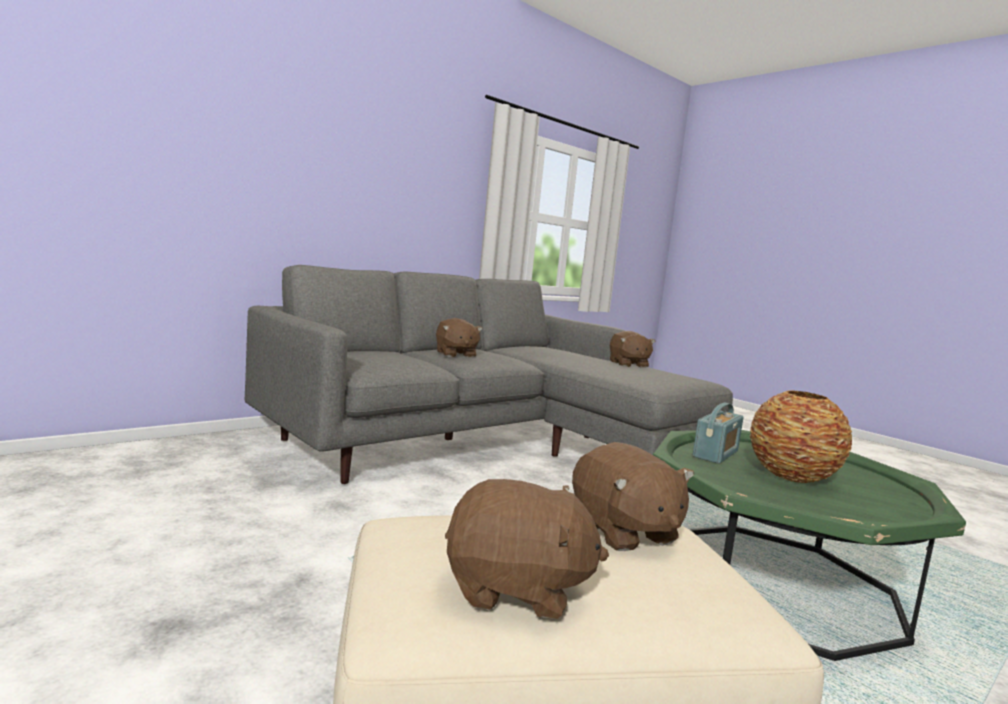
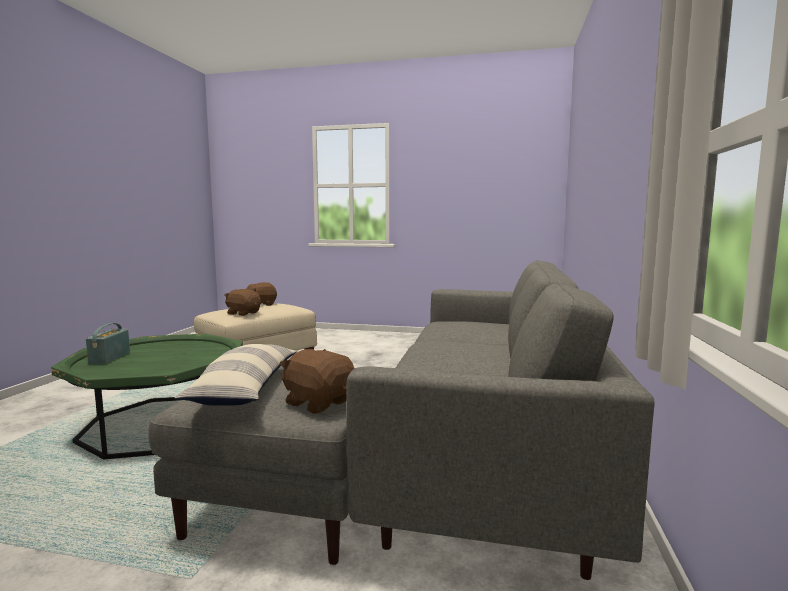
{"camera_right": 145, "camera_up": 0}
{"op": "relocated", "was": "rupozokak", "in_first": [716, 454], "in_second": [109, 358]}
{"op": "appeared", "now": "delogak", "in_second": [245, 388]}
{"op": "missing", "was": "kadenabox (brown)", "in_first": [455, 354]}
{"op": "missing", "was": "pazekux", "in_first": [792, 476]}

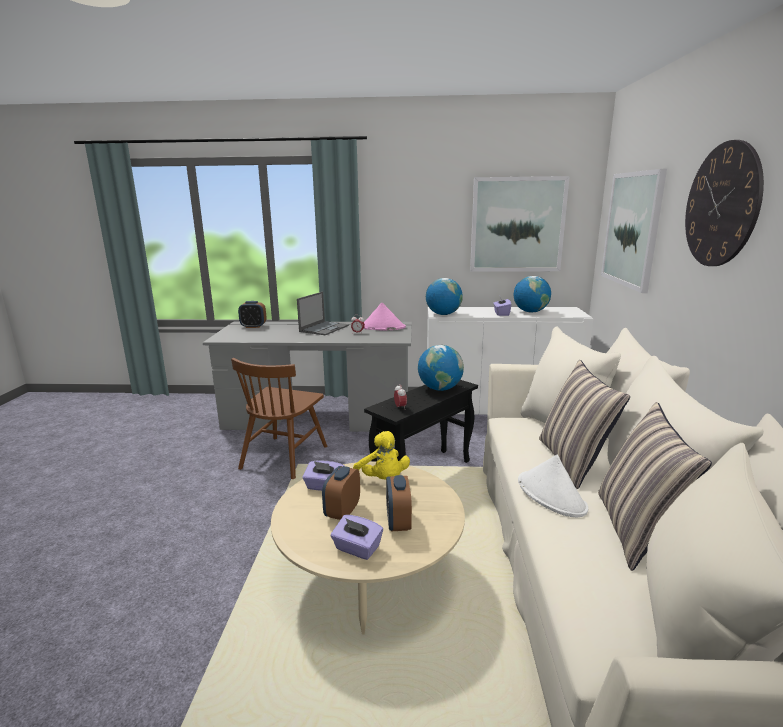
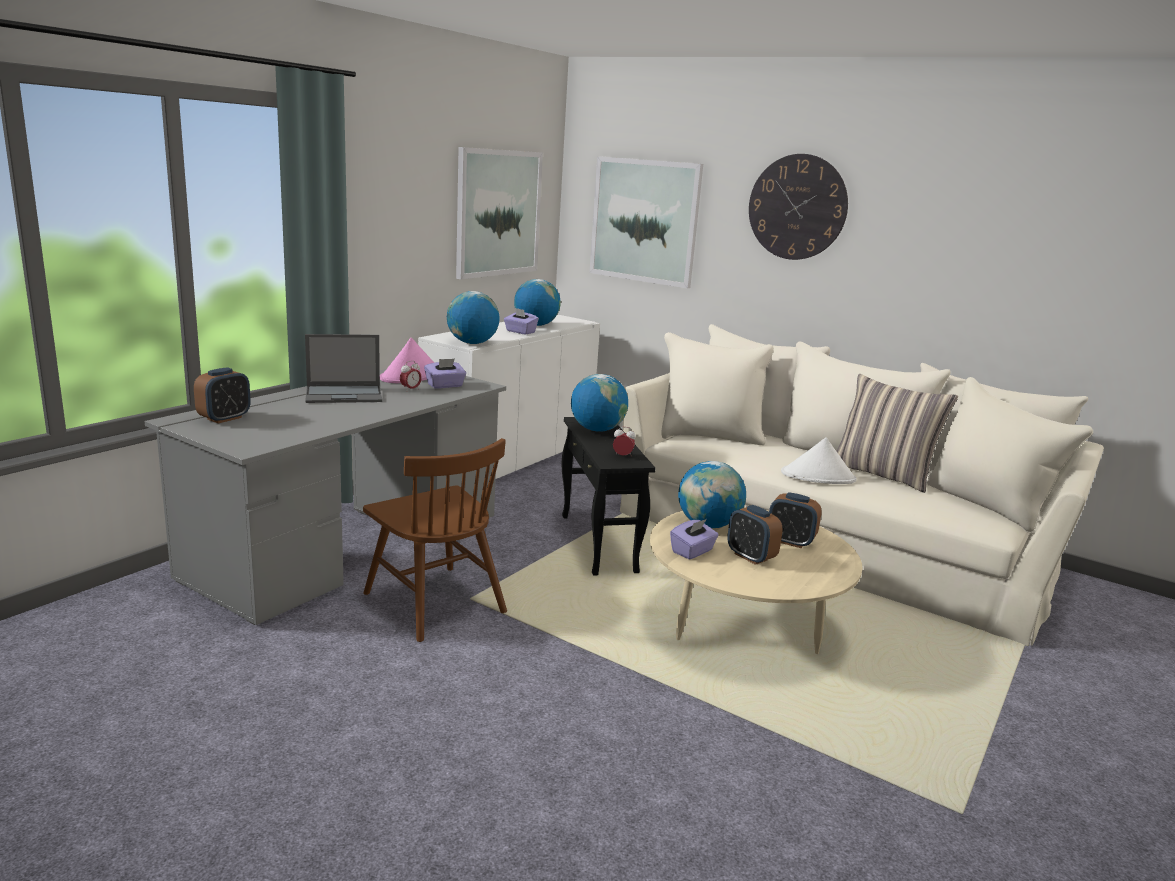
{"camera_right": -60, "camera_up": 0}
{"op": "spun", "was": "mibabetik", "in_first": [324, 328], "in_second": [345, 394], "clockwise": 105}
{"op": "relocated", "was": "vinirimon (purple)", "in_first": [357, 548], "in_second": [445, 385]}
{"op": "exchanged", "was": "kadenabox (yellow)", "now": "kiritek", "in_first": [383, 479], "in_second": [708, 525]}
{"op": "missing", "was": "delogak", "in_first": [573, 461]}

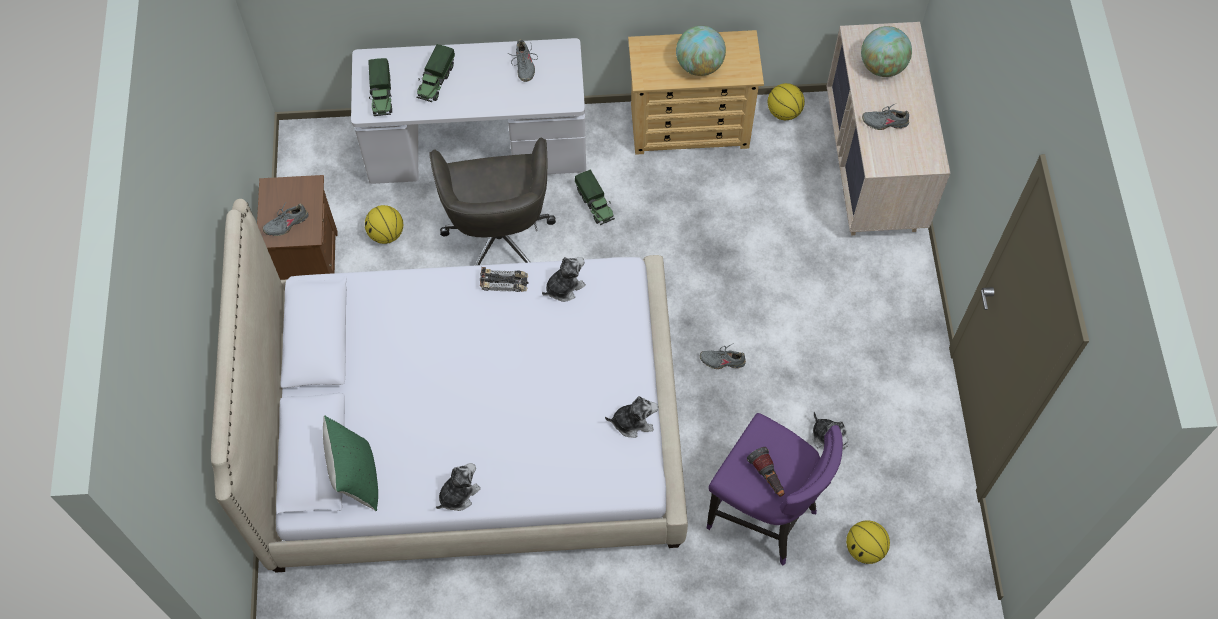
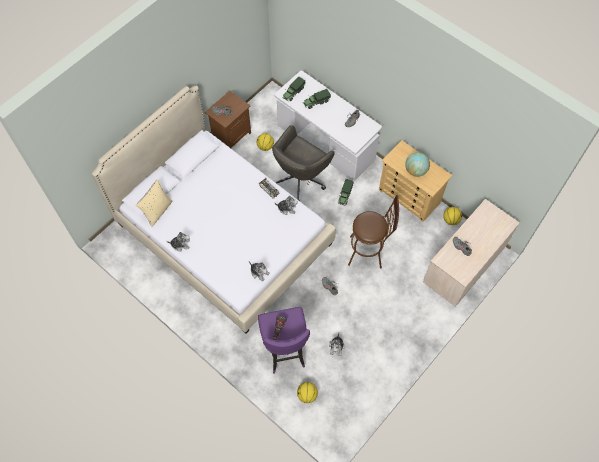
{"camera_right": 45, "camera_up": 0}
{"op": "colour", "was": "delogak (green)", "now": "delogak (beige)", "in_first": [356, 477], "in_second": [157, 211]}
{"op": "appeared", "now": "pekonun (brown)", "in_second": [369, 252]}
{"op": "missing", "was": "kiritek", "in_first": [882, 66]}

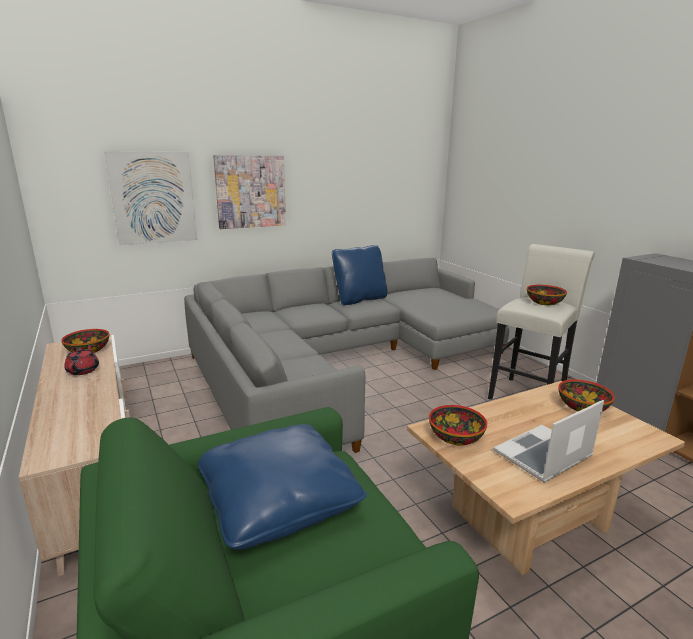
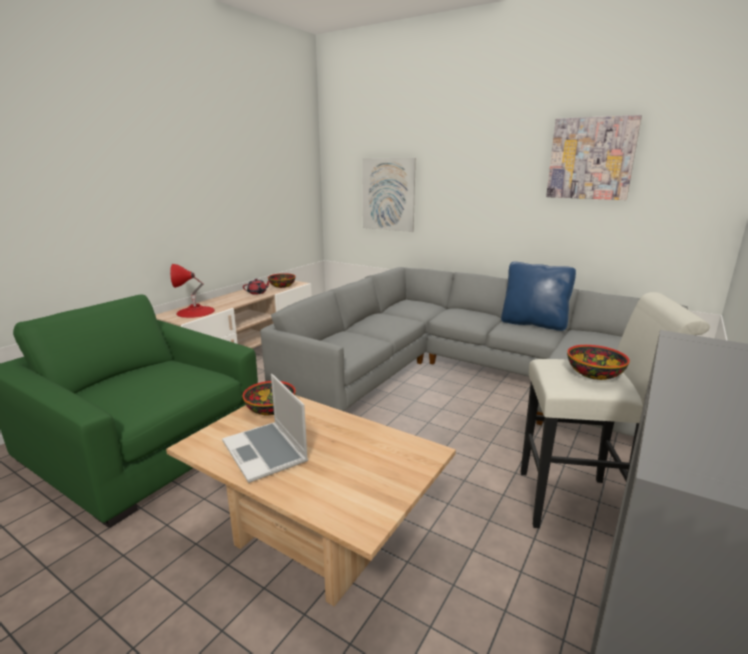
{"camera_right": 60, "camera_up": 0}
{"op": "appeared", "now": "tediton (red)", "in_second": [195, 312]}
{"op": "spun", "was": "mibabetik", "in_first": [543, 455], "in_second": [266, 452], "clockwise": -150}
{"op": "relocated", "was": "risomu", "in_first": [250, 191], "in_second": [591, 158]}
{"op": "missing", "was": "delogak (blue)", "in_first": [279, 501]}
{"op": "missing", "was": "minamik", "in_first": [582, 407]}

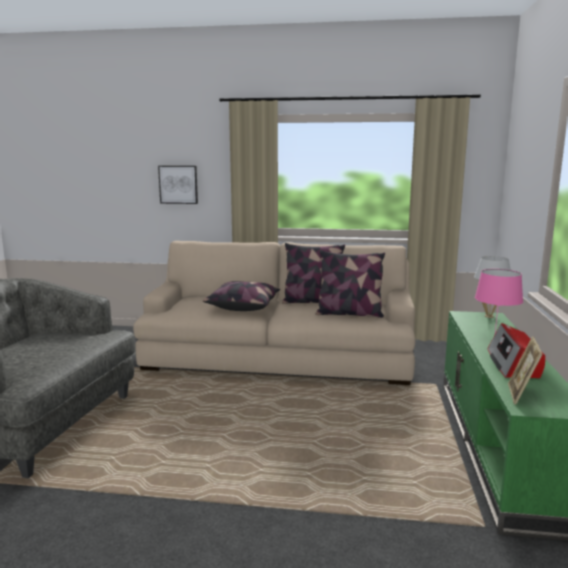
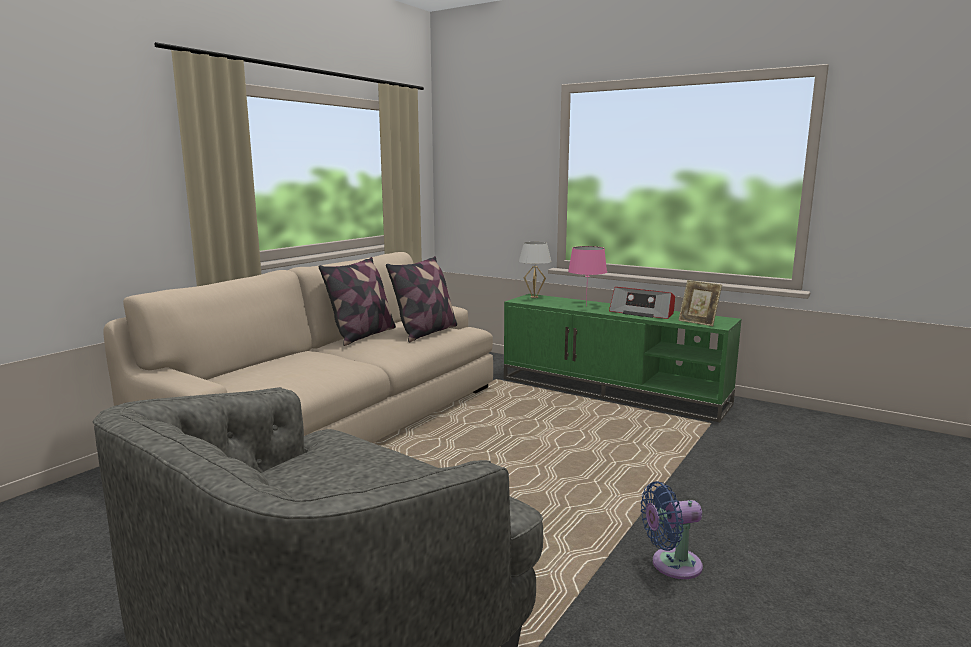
{"camera_right": -65, "camera_up": 0}
{"op": "appeared", "now": "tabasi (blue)", "in_second": [671, 565]}
{"op": "missing", "was": "risomu", "in_first": [178, 184]}
{"op": "missing", "was": "delogak", "in_first": [243, 306]}

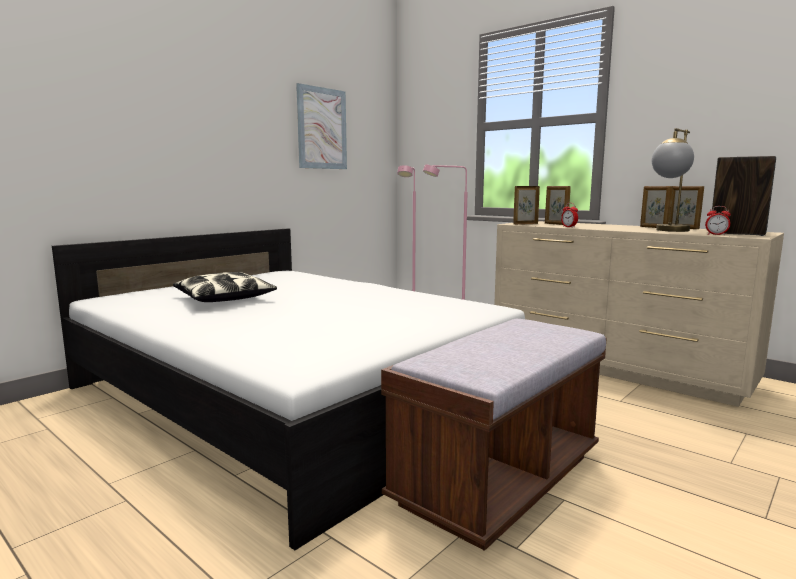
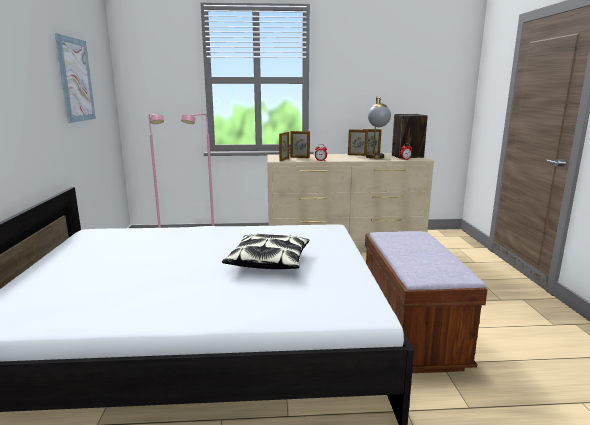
{"camera_right": -45, "camera_up": 5}
{"op": "relocated", "was": "delogak", "in_first": [224, 298], "in_second": [268, 261]}

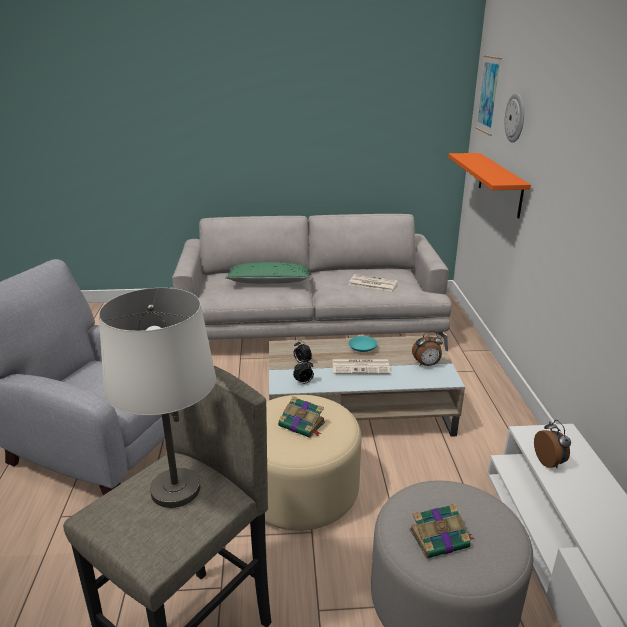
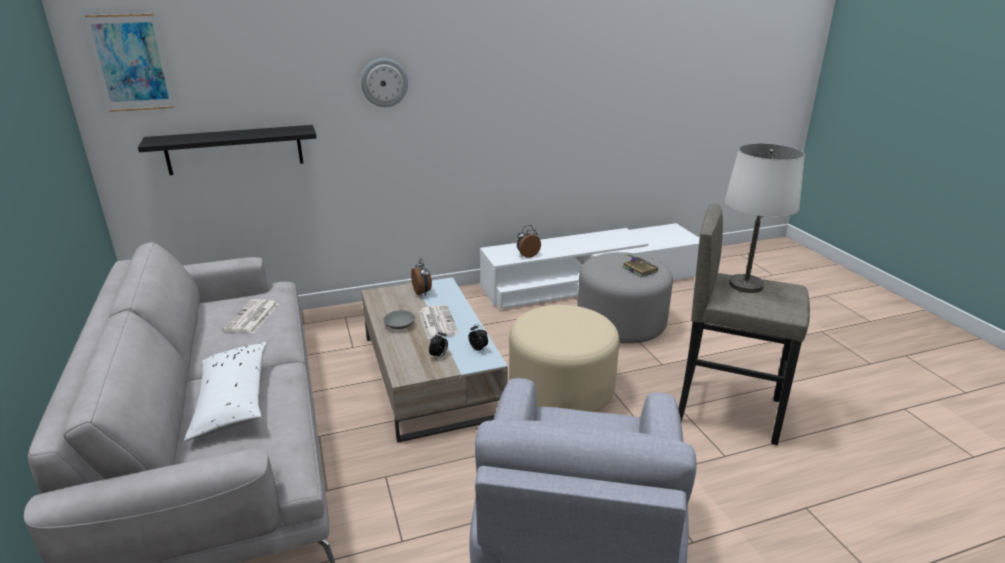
{"camera_right": -105, "camera_up": 0}
{"op": "colour", "was": "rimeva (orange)", "now": "rimeva (black)", "in_first": [500, 184], "in_second": [234, 149]}
{"op": "colour", "was": "delogak (green)", "now": "delogak (white)", "in_first": [268, 282], "in_second": [232, 400]}
{"op": "relocated", "was": "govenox", "in_first": [515, 118], "in_second": [384, 82]}
{"op": "colour", "was": "minamik (turquoise)", "now": "minamik (grey)", "in_first": [362, 349], "in_second": [399, 325]}
{"op": "missing", "was": "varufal", "in_first": [302, 425]}

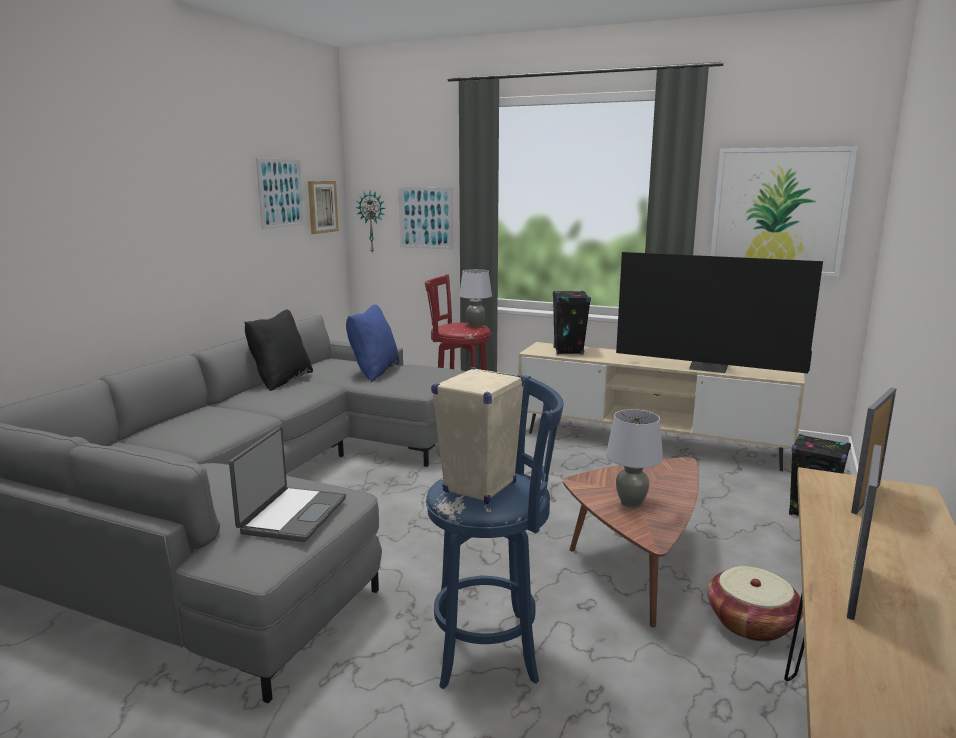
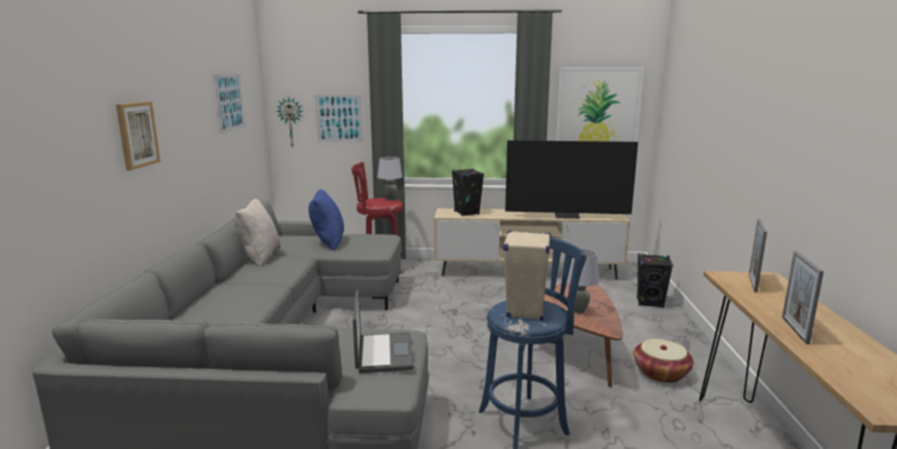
{"camera_right": -20, "camera_up": 0}
{"op": "relocated", "was": "risomu", "in_first": [322, 207], "in_second": [137, 134]}
{"op": "colour", "was": "delogak (black)", "now": "delogak (beige)", "in_first": [281, 380], "in_second": [259, 257]}

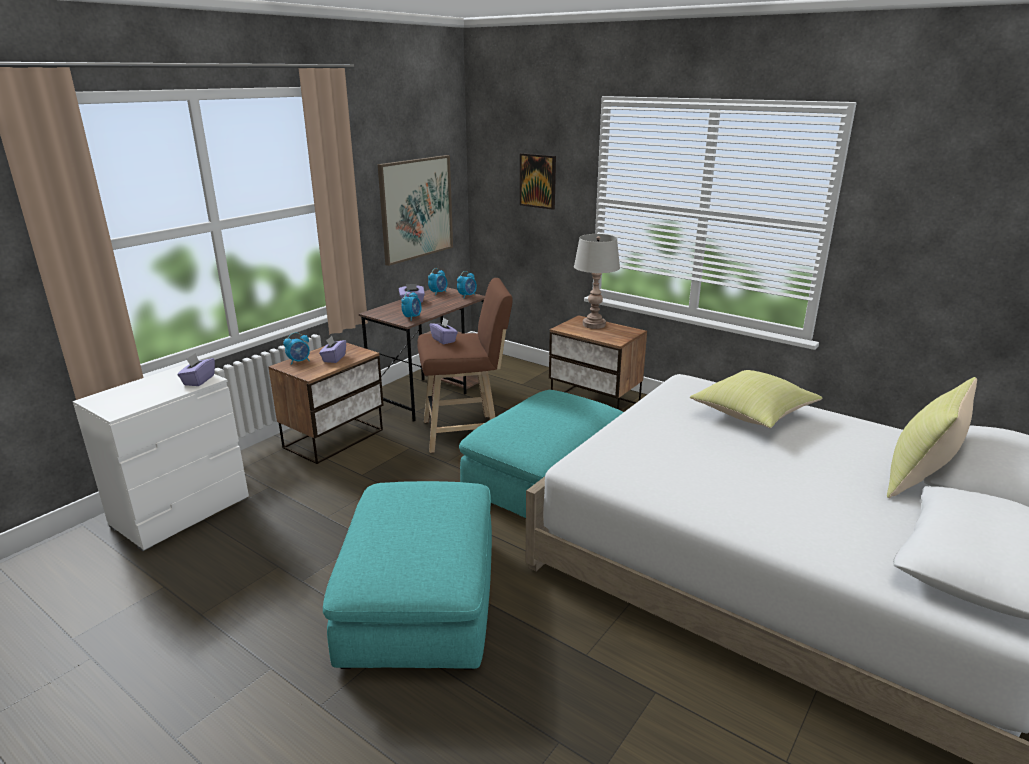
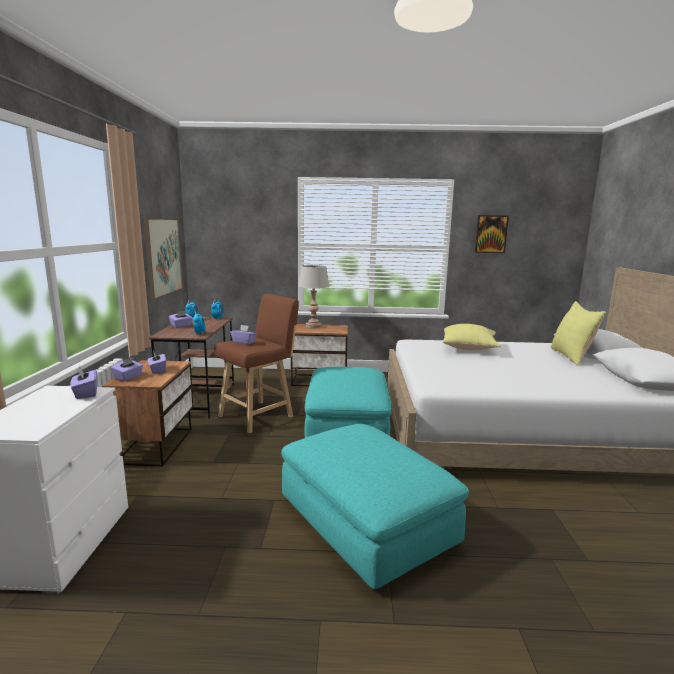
{"camera_right": -35, "camera_up": -10}
{"op": "exchanged", "was": "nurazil", "now": "vinirimon (purple)", "in_first": [299, 361], "in_second": [128, 377]}
{"op": "relocated", "was": "risomu", "in_first": [538, 181], "in_second": [491, 234]}

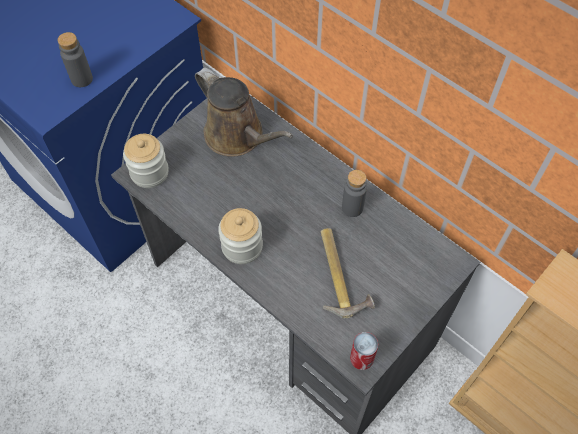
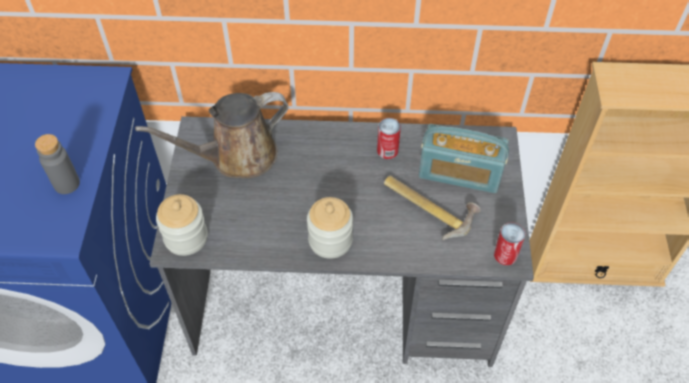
{"camera_right": -40, "camera_up": -5}
{"op": "spun", "was": "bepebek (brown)", "in_first": [238, 136], "in_second": [237, 156], "clockwise": 150}
{"op": "exchanged", "was": "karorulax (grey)", "now": "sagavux", "in_first": [352, 208], "in_second": [387, 150]}
{"op": "appeared", "now": "rupozokak", "in_second": [459, 173]}

